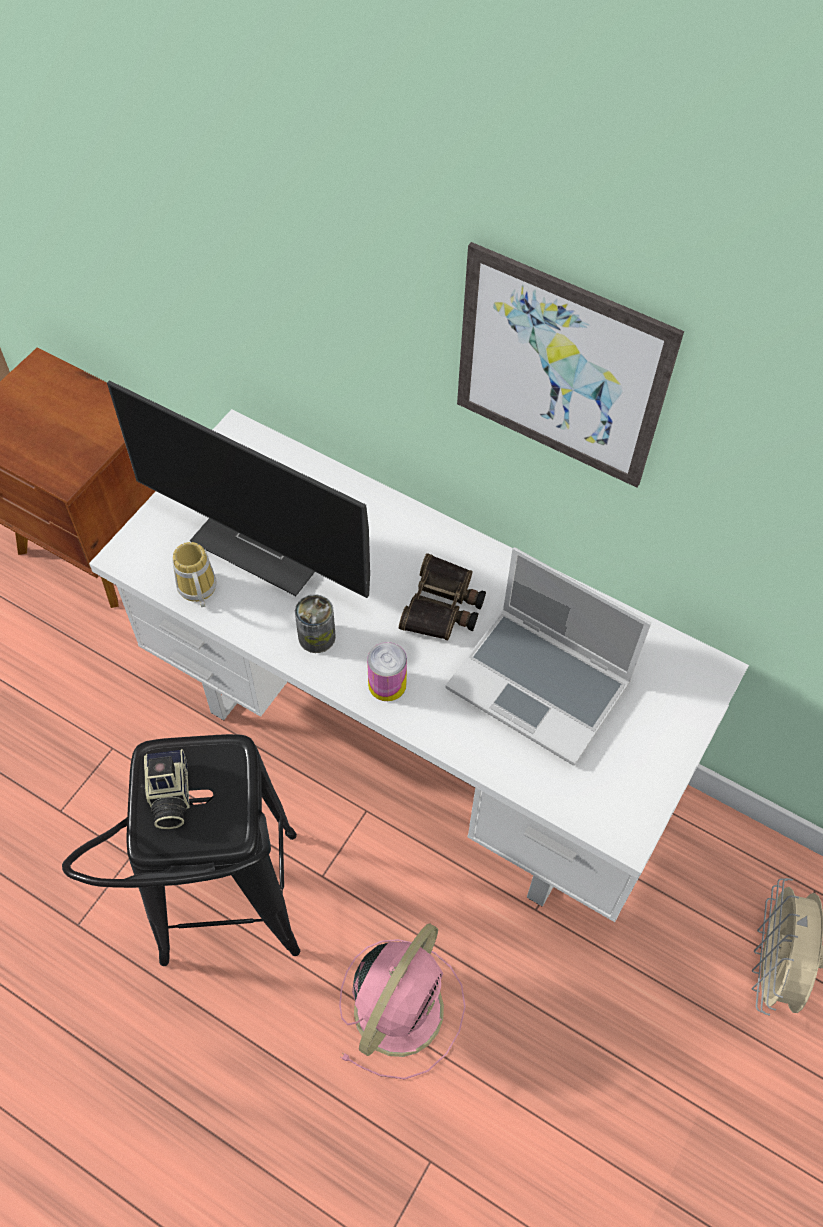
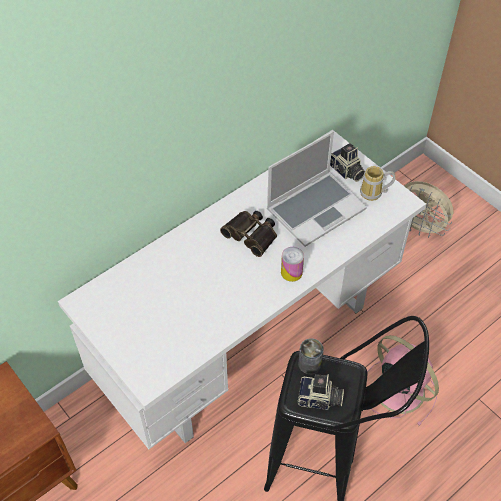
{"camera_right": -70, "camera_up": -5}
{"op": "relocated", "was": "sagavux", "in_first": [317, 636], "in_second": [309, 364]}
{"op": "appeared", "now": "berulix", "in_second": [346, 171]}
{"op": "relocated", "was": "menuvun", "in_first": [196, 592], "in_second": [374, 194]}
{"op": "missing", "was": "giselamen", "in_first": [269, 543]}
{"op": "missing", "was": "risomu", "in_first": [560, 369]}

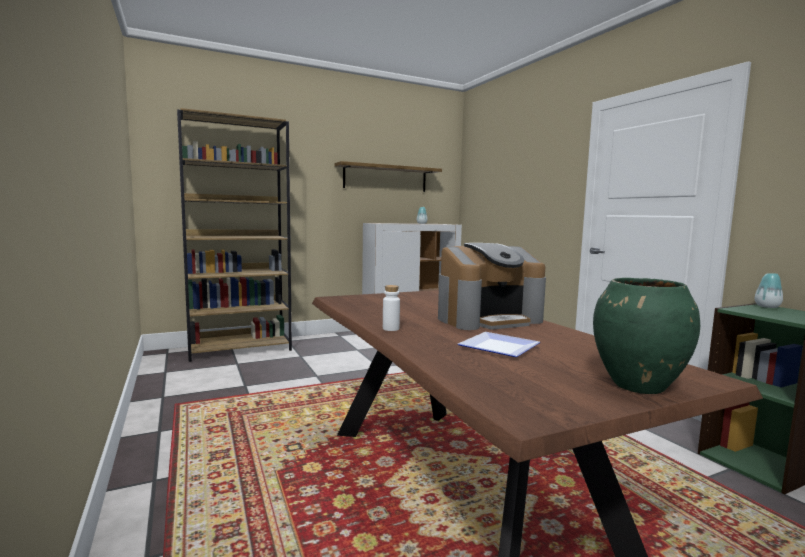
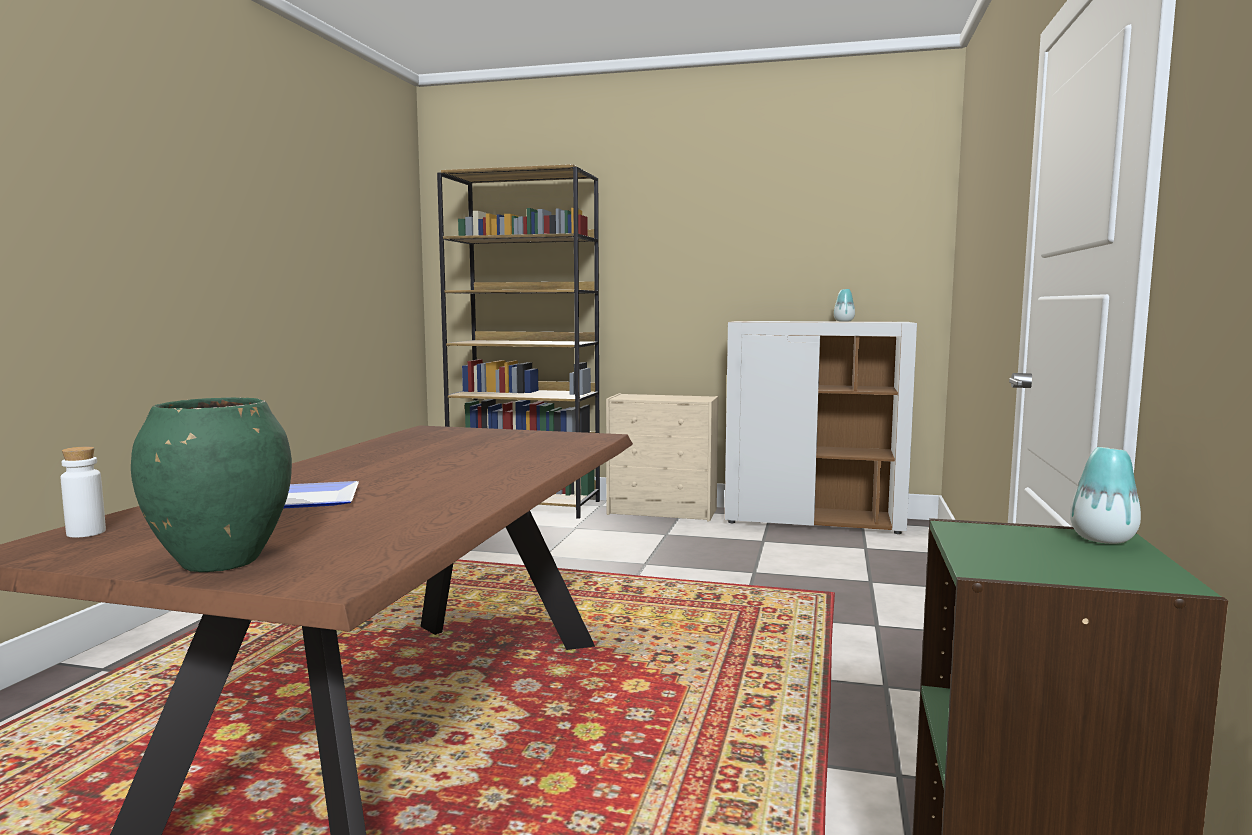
{"camera_right": 40, "camera_up": 0}
{"op": "relocated", "was": "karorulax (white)", "in_first": [391, 329], "in_second": [86, 533]}
{"op": "appeared", "now": "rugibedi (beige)", "in_second": [663, 512]}
{"op": "missing", "was": "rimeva", "in_first": [385, 178]}
{"op": "missing", "was": "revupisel", "in_first": [488, 319]}

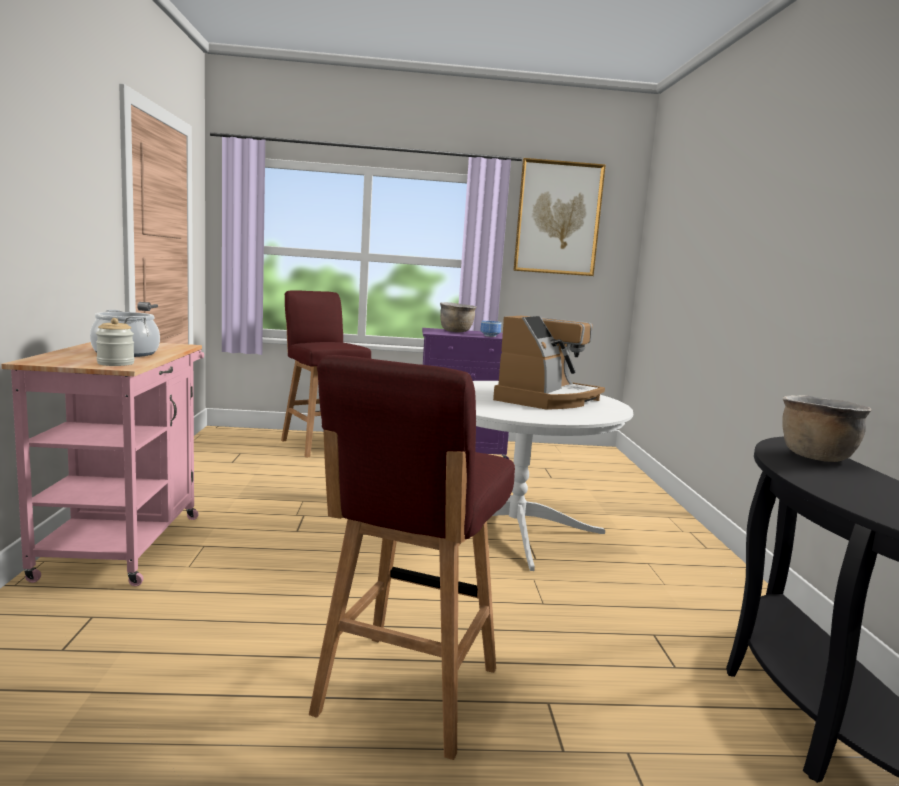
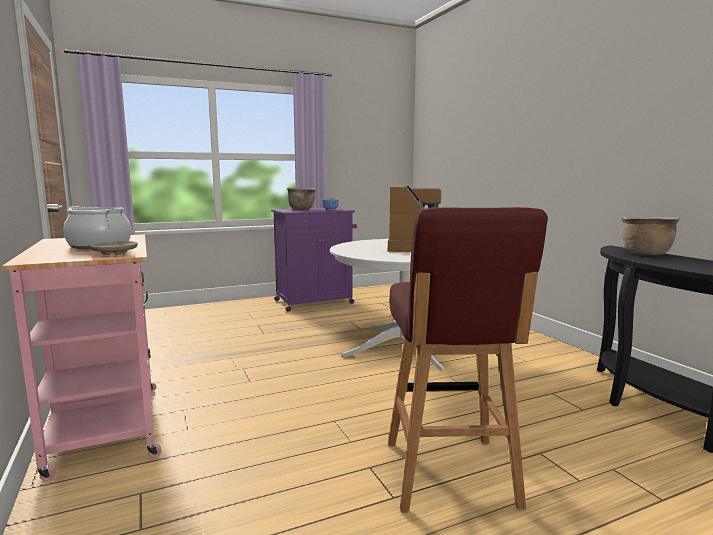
{"camera_right": -20, "camera_up": 0}
{"op": "exchanged", "was": "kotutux", "now": "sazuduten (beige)", "in_first": [115, 363], "in_second": [114, 253]}
{"op": "missing", "was": "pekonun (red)", "in_first": [322, 444]}
{"op": "missing", "was": "risomu", "in_first": [558, 218]}

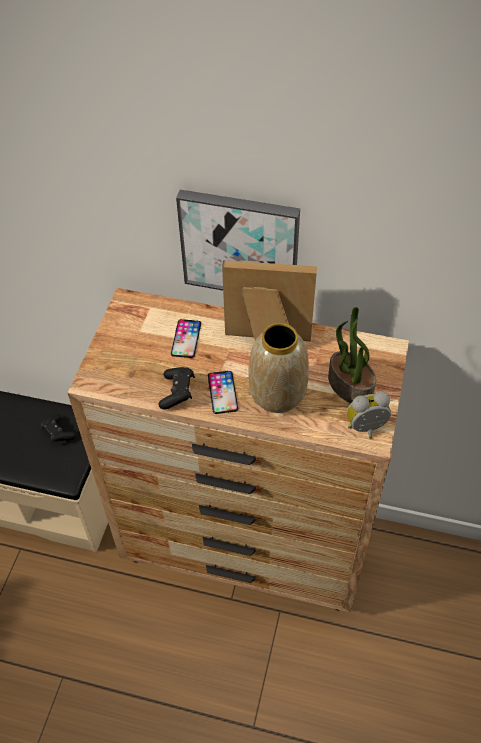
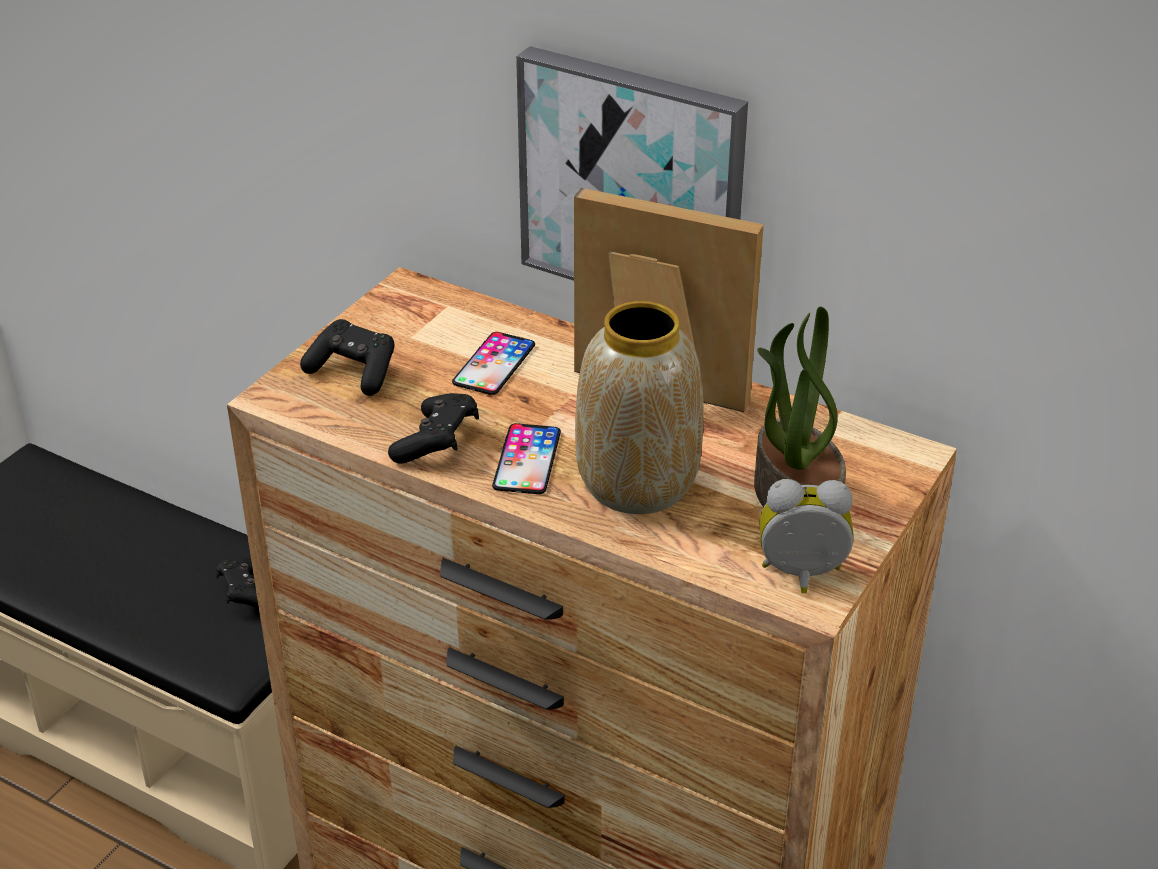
{"camera_right": 15, "camera_up": -15}
{"op": "appeared", "now": "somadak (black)", "in_second": [354, 371]}

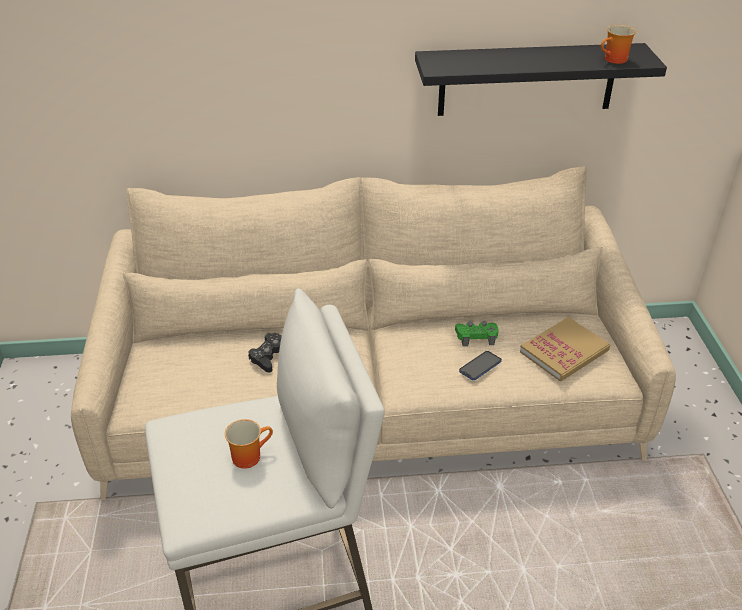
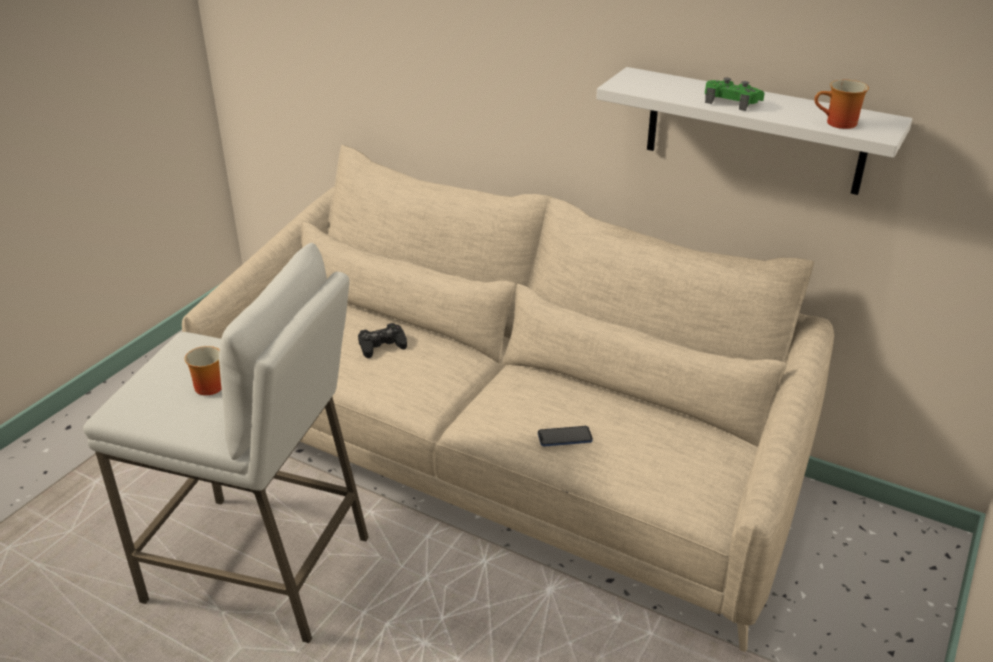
{"camera_right": 35, "camera_up": -5}
{"op": "colour", "was": "rimeva (black)", "now": "rimeva (white)", "in_first": [527, 79], "in_second": [754, 131]}
{"op": "relocated", "was": "somadak (green)", "in_first": [476, 336], "in_second": [732, 102]}
{"op": "missing", "was": "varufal", "in_first": [564, 351]}

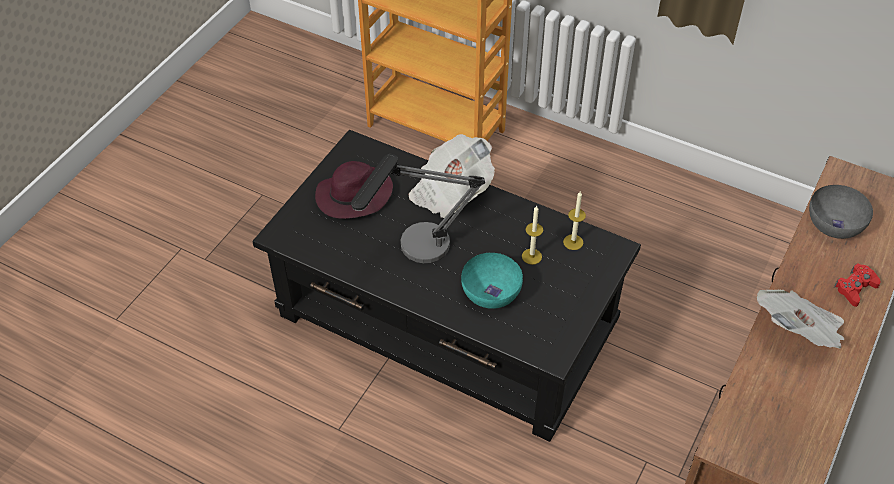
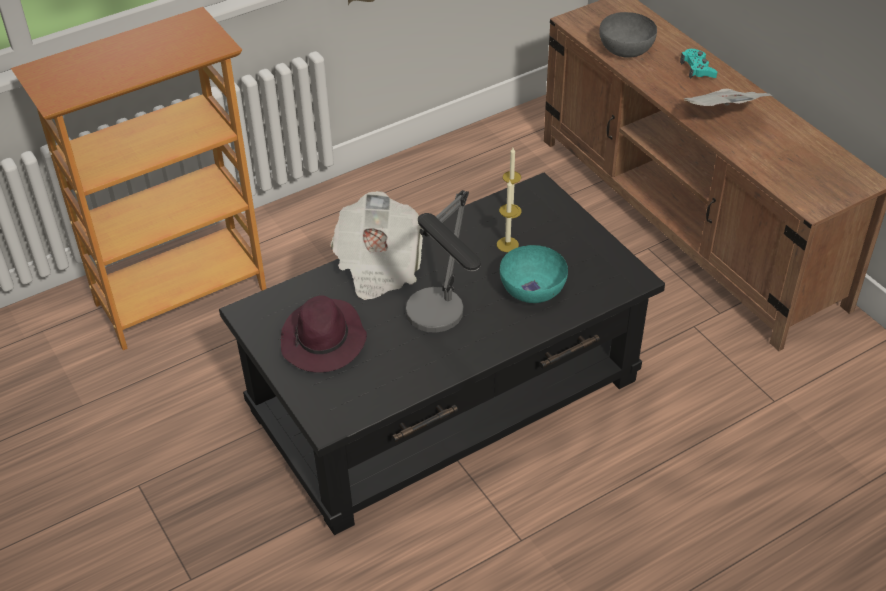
{"camera_right": -60, "camera_up": -5}
{"op": "colour", "was": "somadak (red)", "now": "somadak (turquoise)", "in_first": [855, 288], "in_second": [697, 69]}

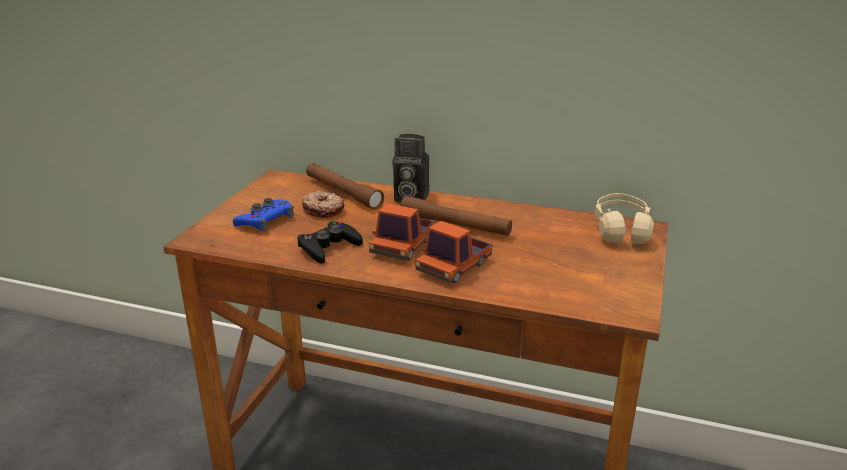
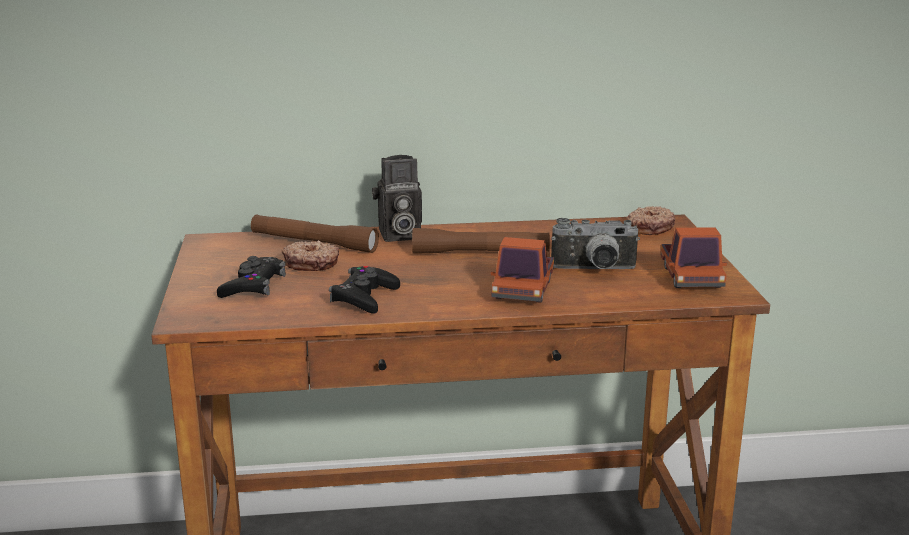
{"camera_right": -25, "camera_up": -5}
{"op": "colour", "was": "somadak (blue)", "now": "somadak (black)", "in_first": [265, 221], "in_second": [253, 286]}
{"op": "appeared", "now": "berulix", "in_second": [594, 270]}
{"op": "exchanged", "was": "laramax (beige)", "now": "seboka", "in_first": [621, 230], "in_second": [649, 228]}
{"op": "relocated", "was": "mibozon", "in_first": [403, 246], "in_second": [691, 277]}

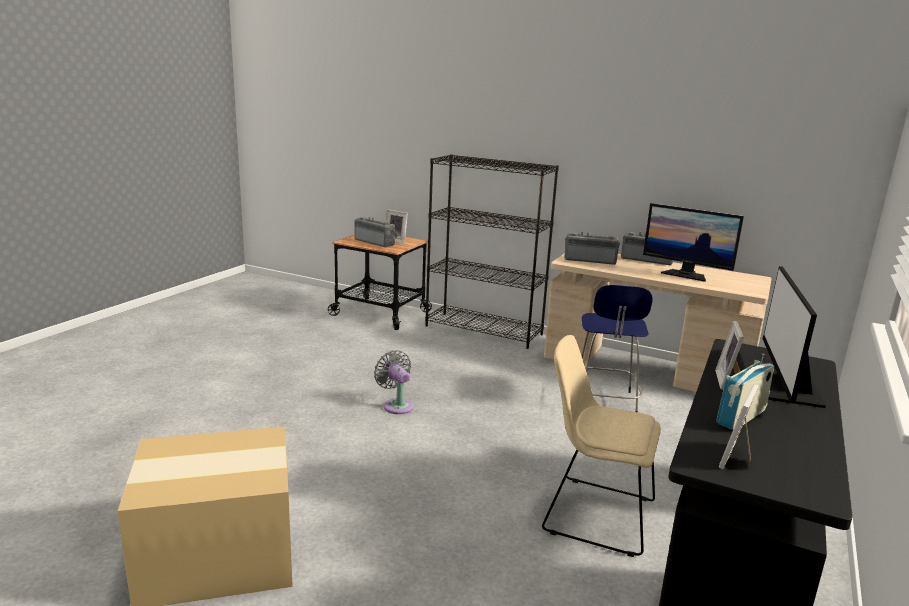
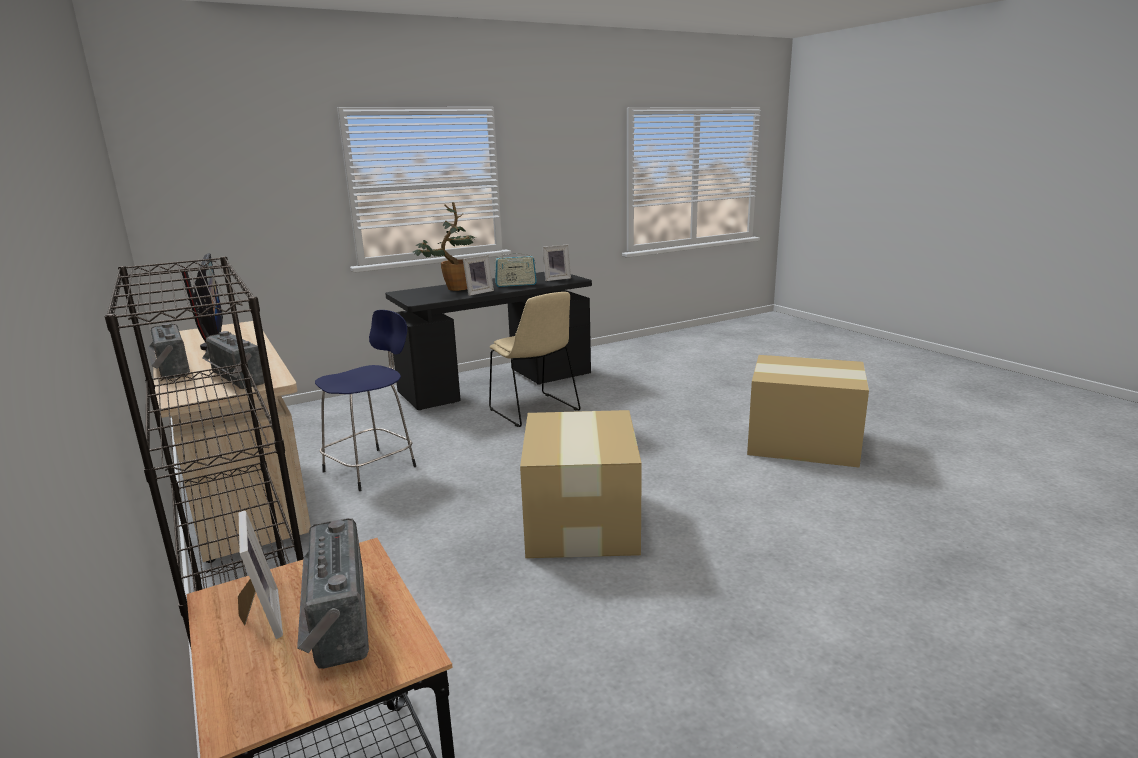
{"camera_right": -145, "camera_up": 0}
{"op": "exchanged", "was": "giselamen", "now": "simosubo", "in_first": [786, 385], "in_second": [452, 289]}
{"op": "exchanged", "was": "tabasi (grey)", "now": "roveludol", "in_first": [397, 405], "in_second": [582, 520]}

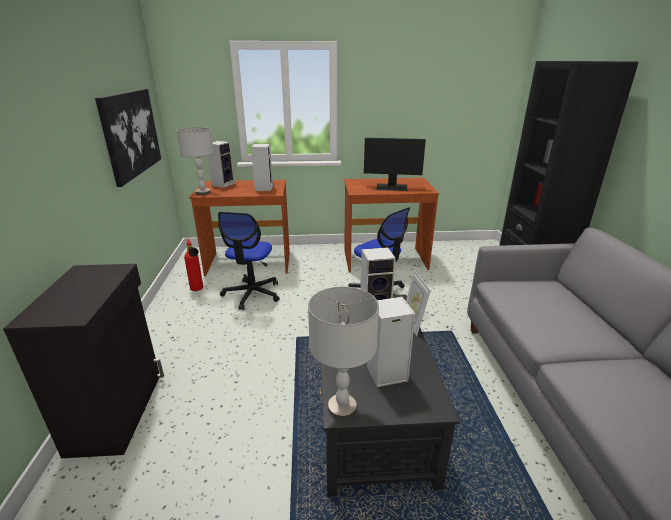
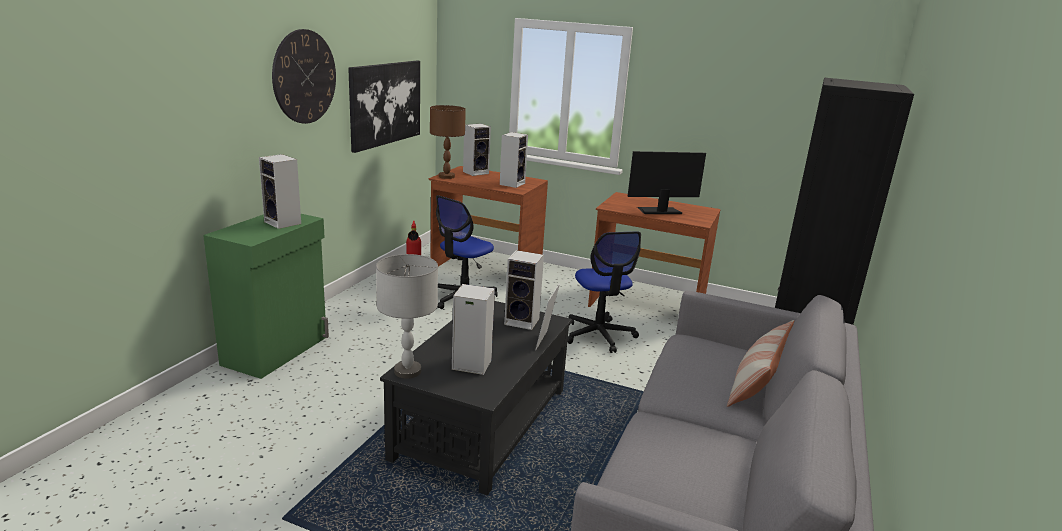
{"camera_right": 25, "camera_up": -5}
{"op": "colour", "was": "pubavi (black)", "now": "pubavi (green)", "in_first": [118, 411], "in_second": [277, 350]}
{"op": "appeared", "now": "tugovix", "in_second": [284, 223]}
{"op": "appeared", "now": "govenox", "in_second": [304, 77]}
{"op": "colour", "was": "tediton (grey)", "now": "tediton (brown)", "in_first": [203, 192], "in_second": [447, 176]}
{"op": "spun", "was": "giselamen", "in_first": [392, 187], "in_second": [659, 211], "clockwise": 135}
{"op": "appeared", "now": "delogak", "in_second": [755, 383]}

